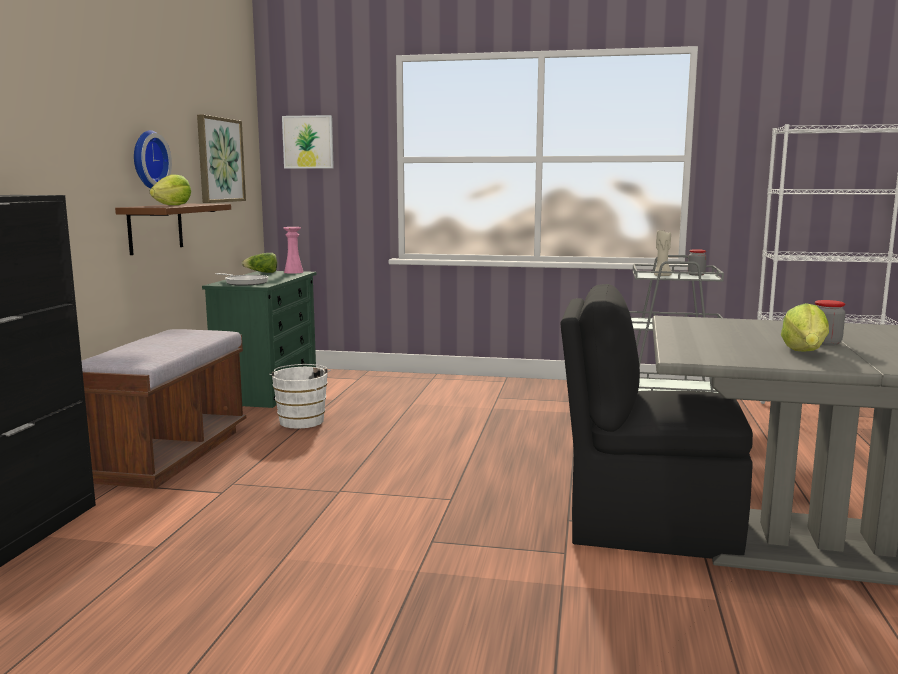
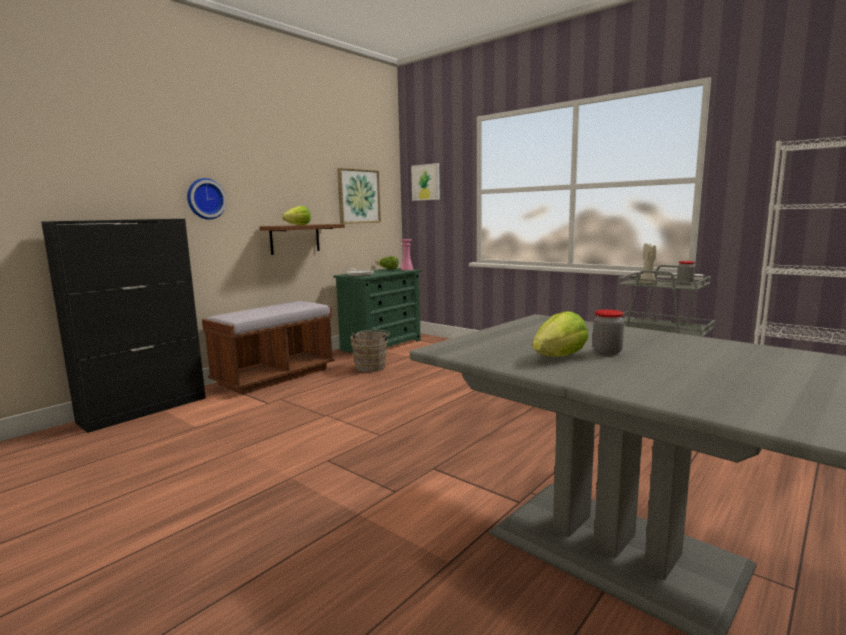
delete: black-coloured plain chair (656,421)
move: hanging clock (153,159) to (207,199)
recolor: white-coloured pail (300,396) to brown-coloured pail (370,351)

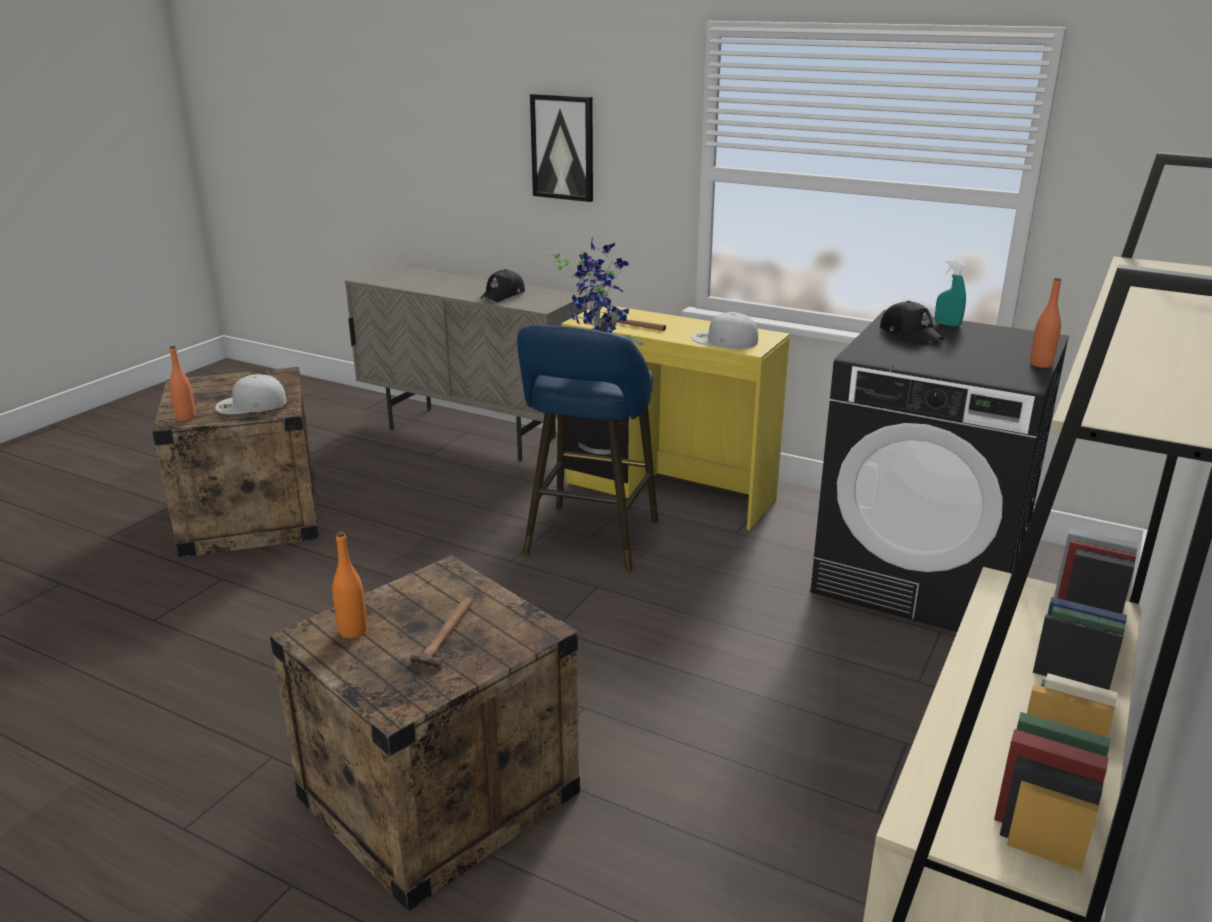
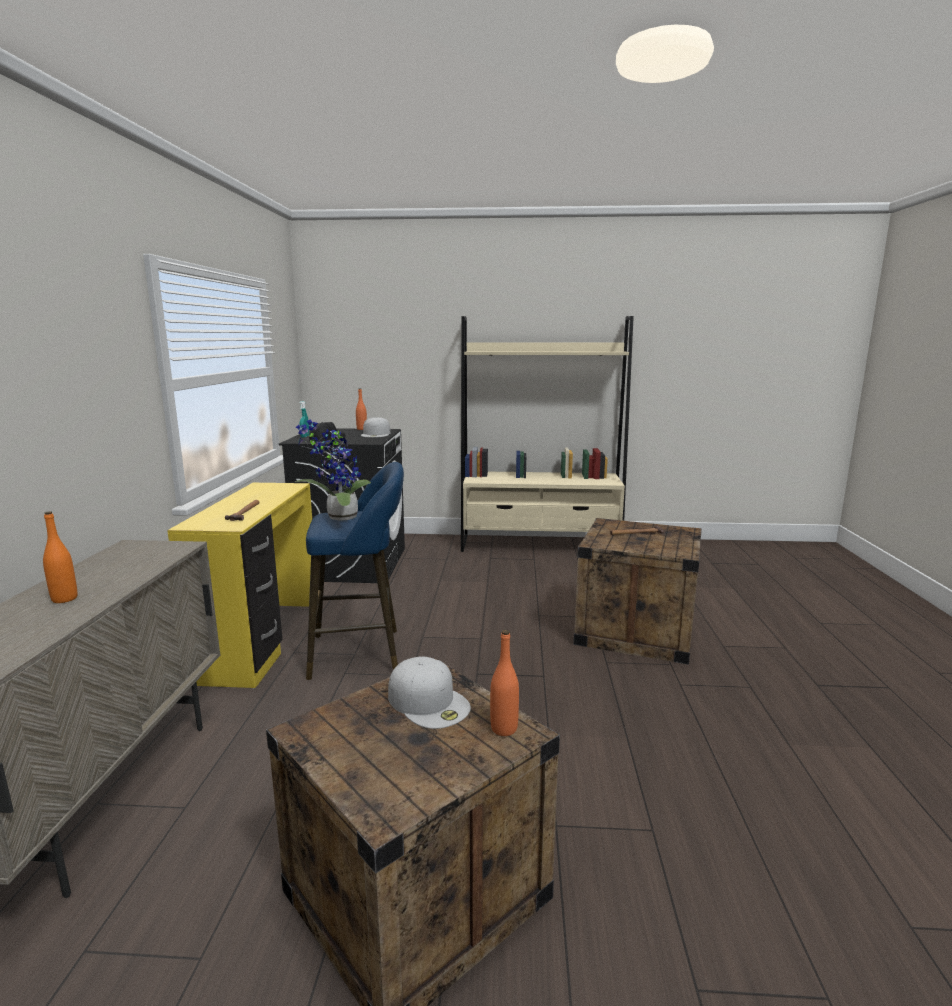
delete: black-coloured cap (502,285); picture (561,148)
move: orangey bottle (349,584) to (60,557); white-coloured cap (725,330) to (375,427)

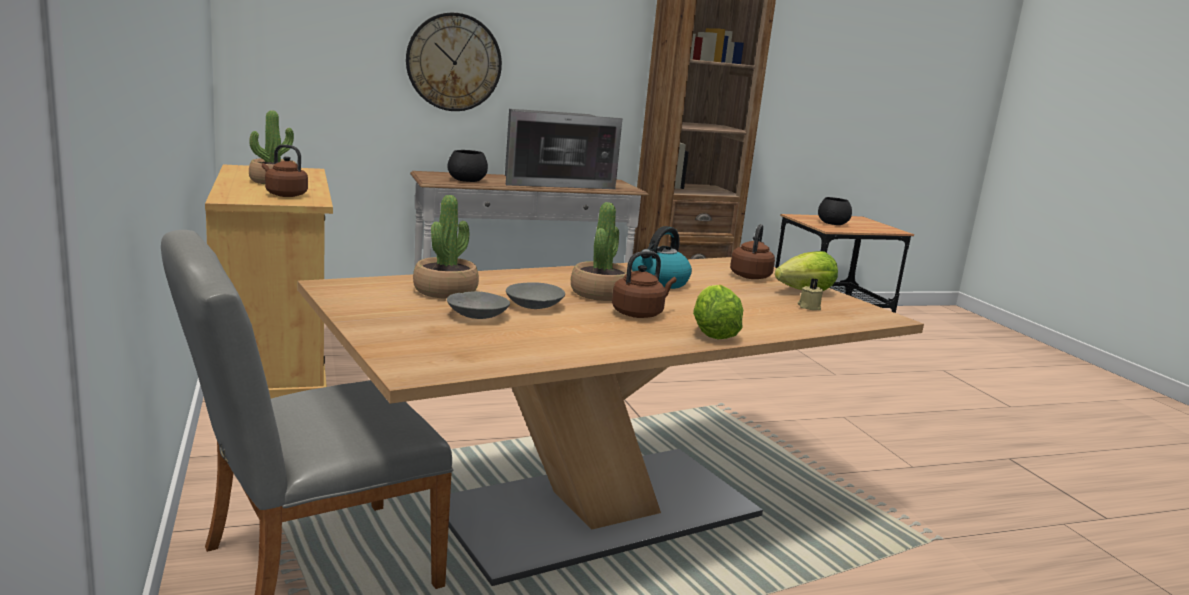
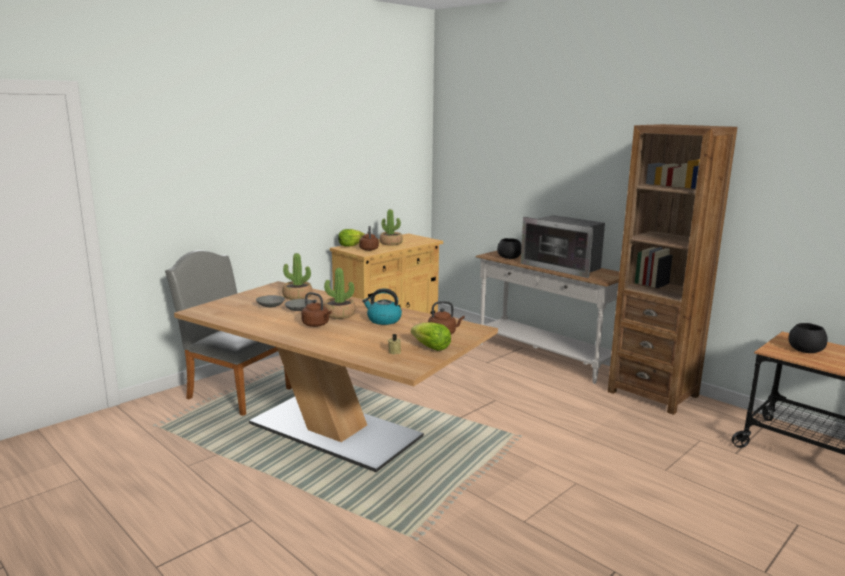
delete: hanging clock (454,62)
move: lettuce (718,312) to (351,238)

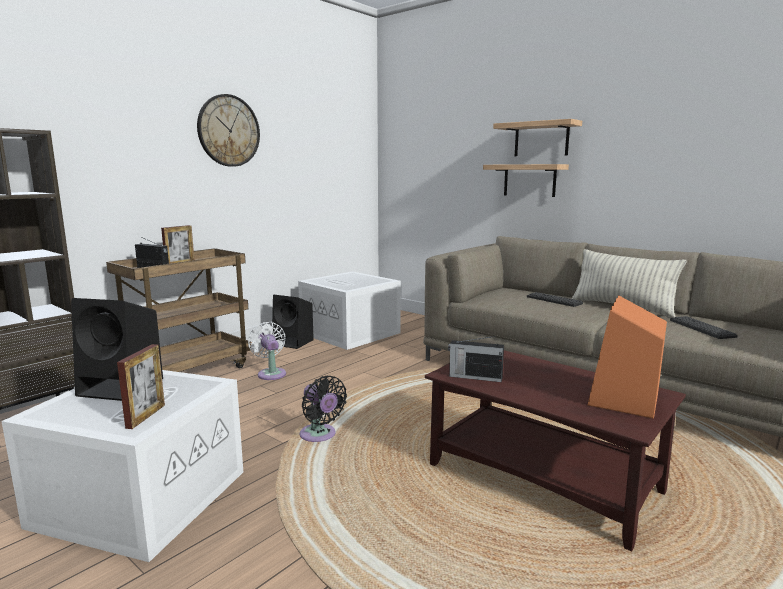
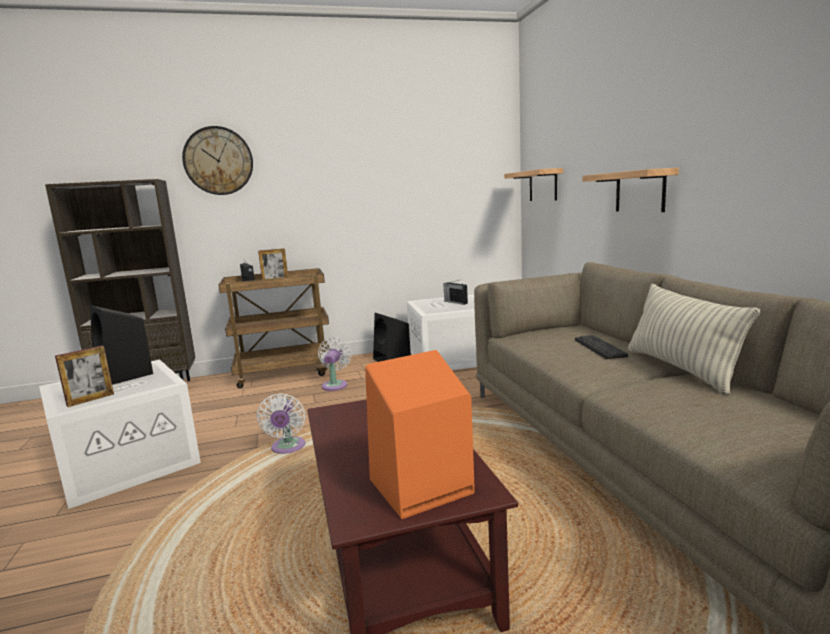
delete: computer keyboard (704,327)
move: hanging clock (228,130) to (217,160); radio set (476,359) to (455,292); bracket shelf (537,137) to (533,184)
recolor: black-coloured cooling fan (323,408) to white-coloured cooling fan (281,423)

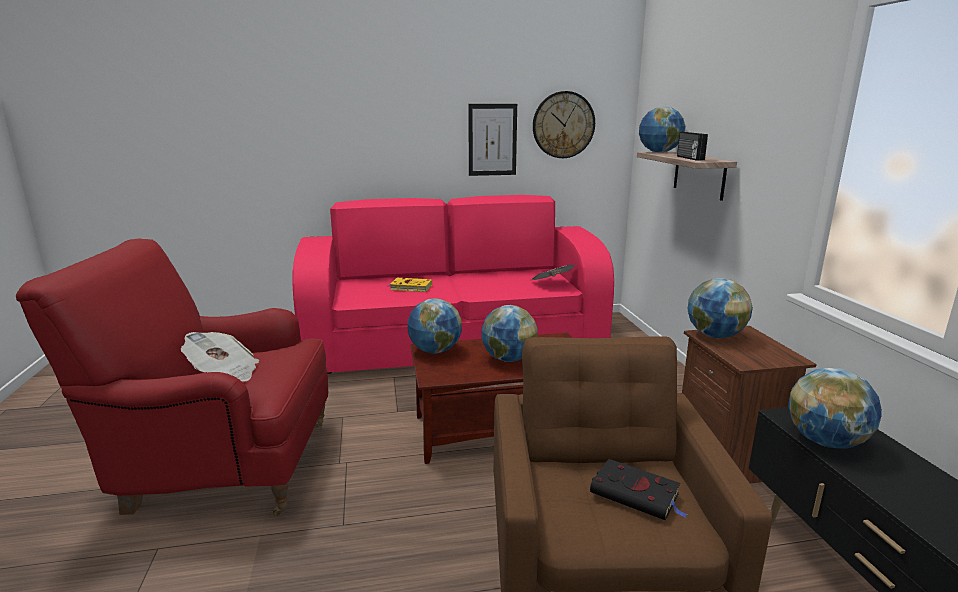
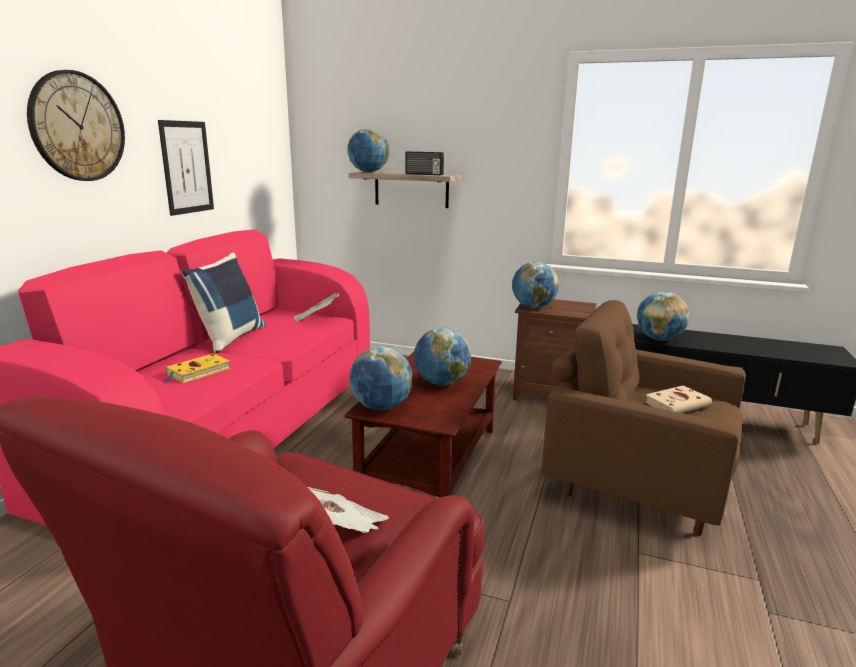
insert: blue cushion (223,303)
move: hanging clock (564,124) to (76,125)
recolor: black-coloured book (639,489) to sand-coloured book (678,399)

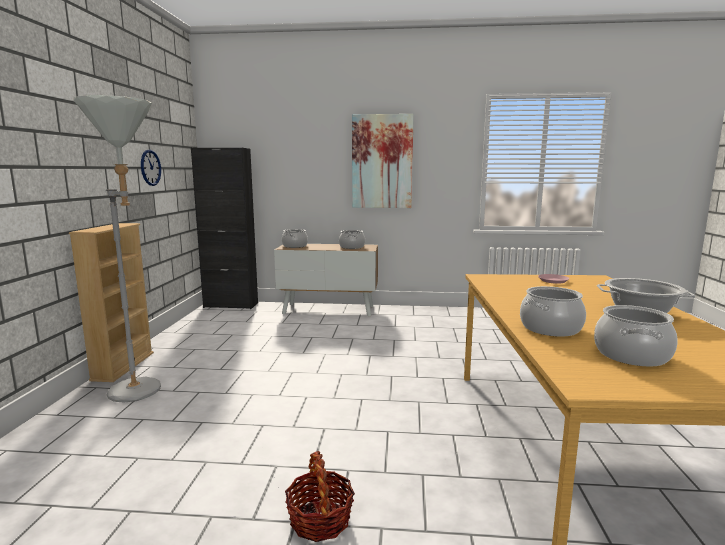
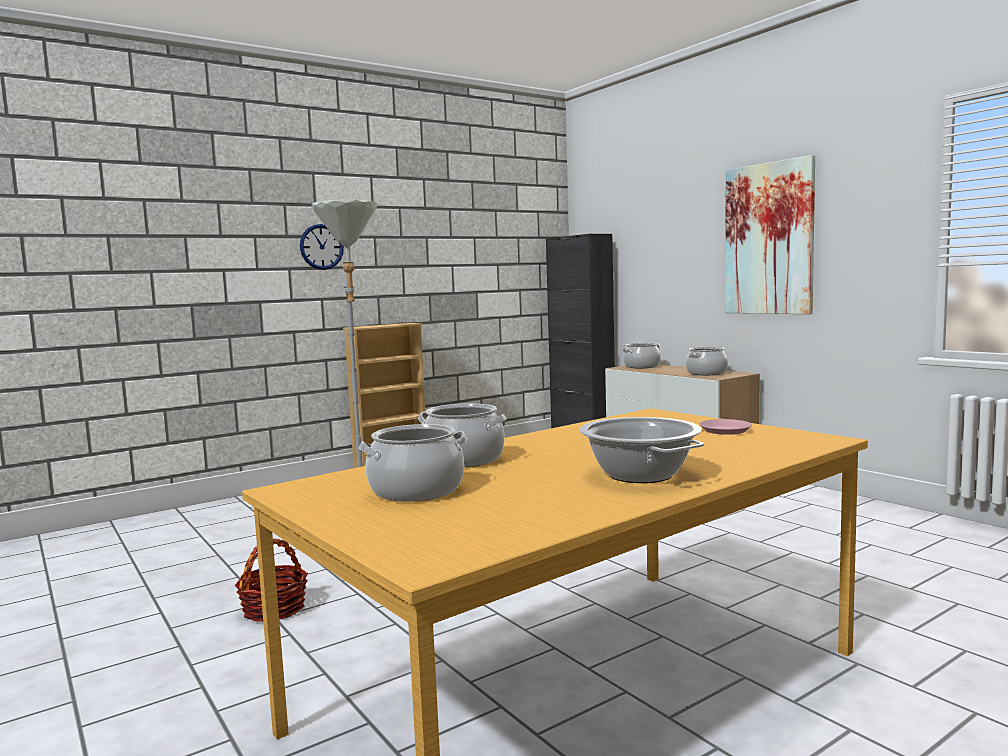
move: hanging clock (151,168) to (322,247)

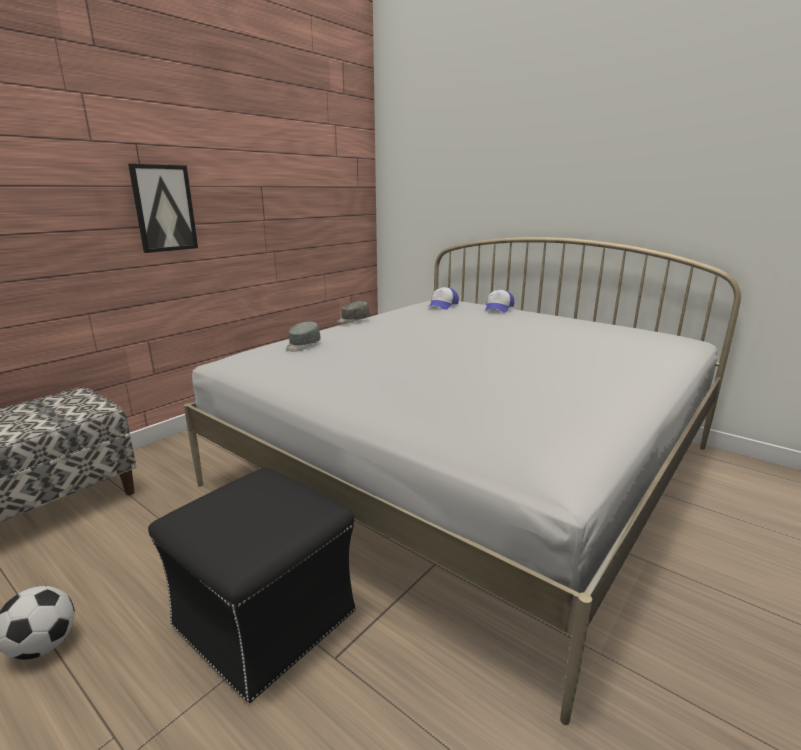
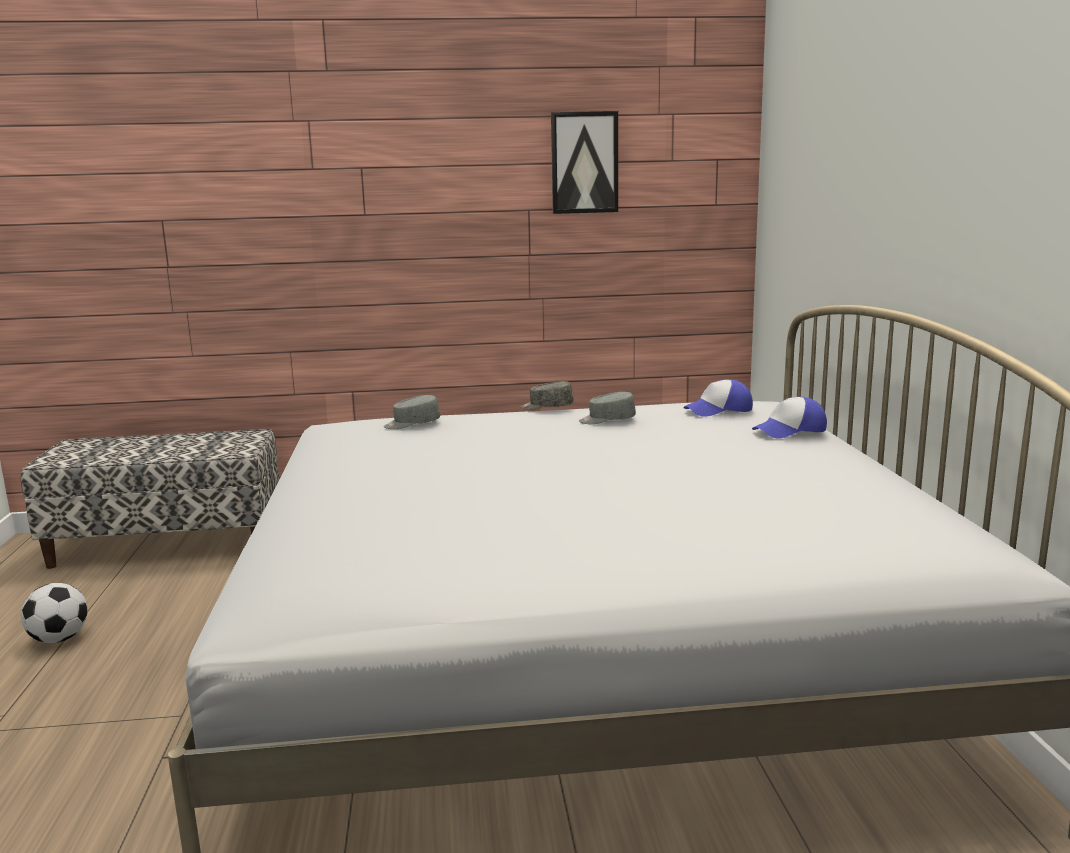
delete: black-coloured footrest (252,585)
insert: grey cap (607,408)
move: picture (163,208) to (584,162)

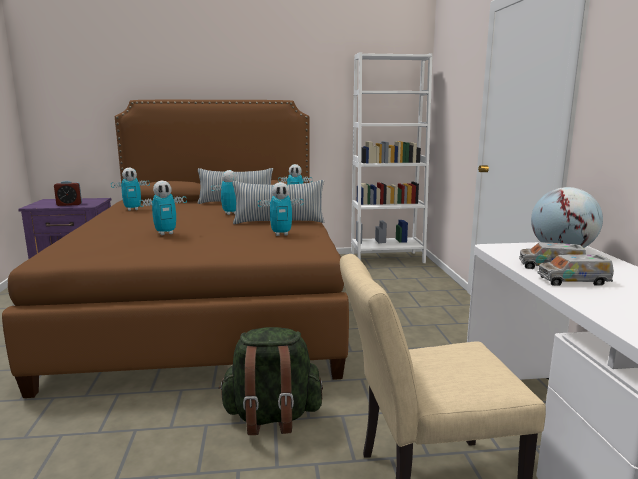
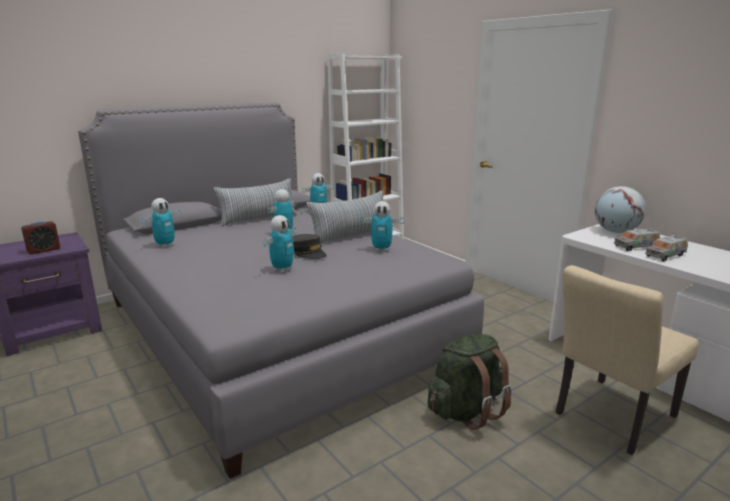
insert: grey cap (309,246)
recolor: brown-coloured sleeping bed (175,249) to grey sleeping bed (281,291)
rotate: robot figure (281,209) = (382,226) 45 degrees clockwise

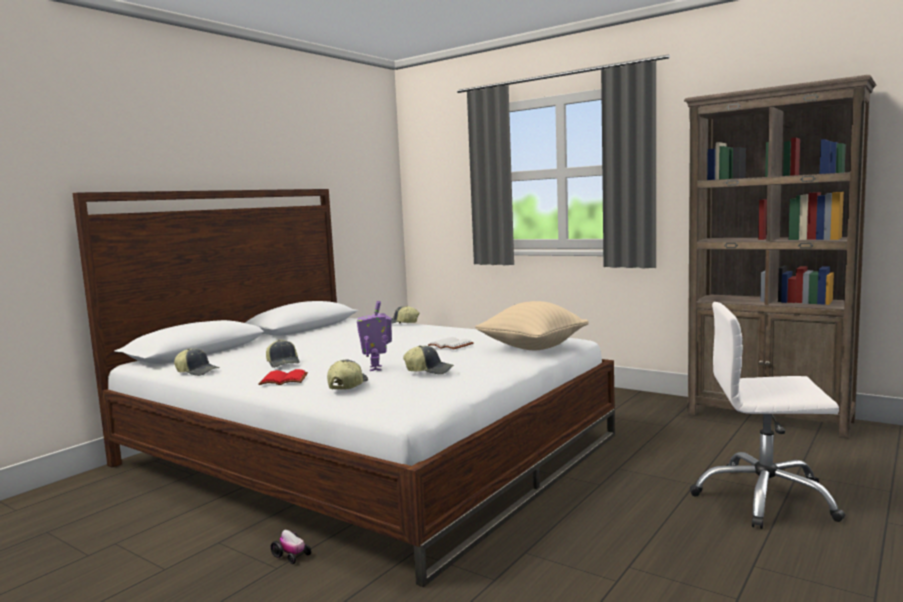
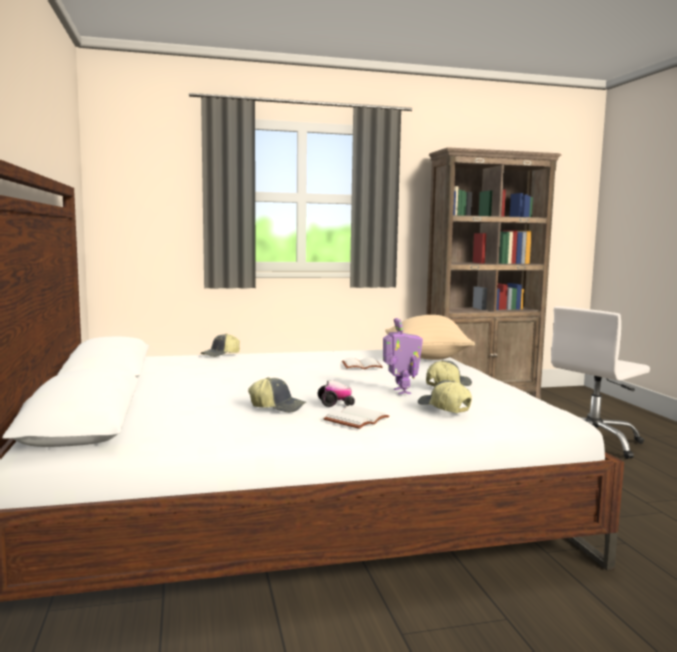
delete: cap (196,362)
move: model car (291,546) to (336,393)
recolor: reddish book (283,377) to white-coloured book (356,417)
rotate: robot figure (374,336) = (403,356) 135 degrees counterclockwise

